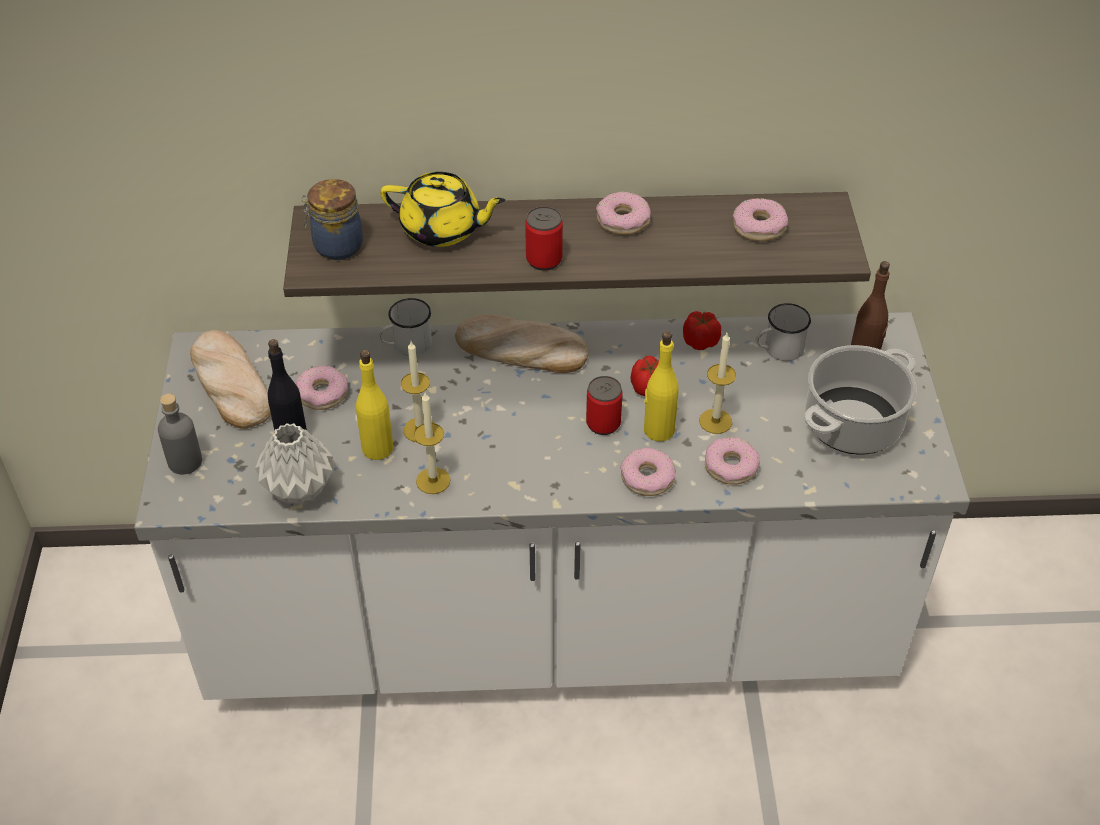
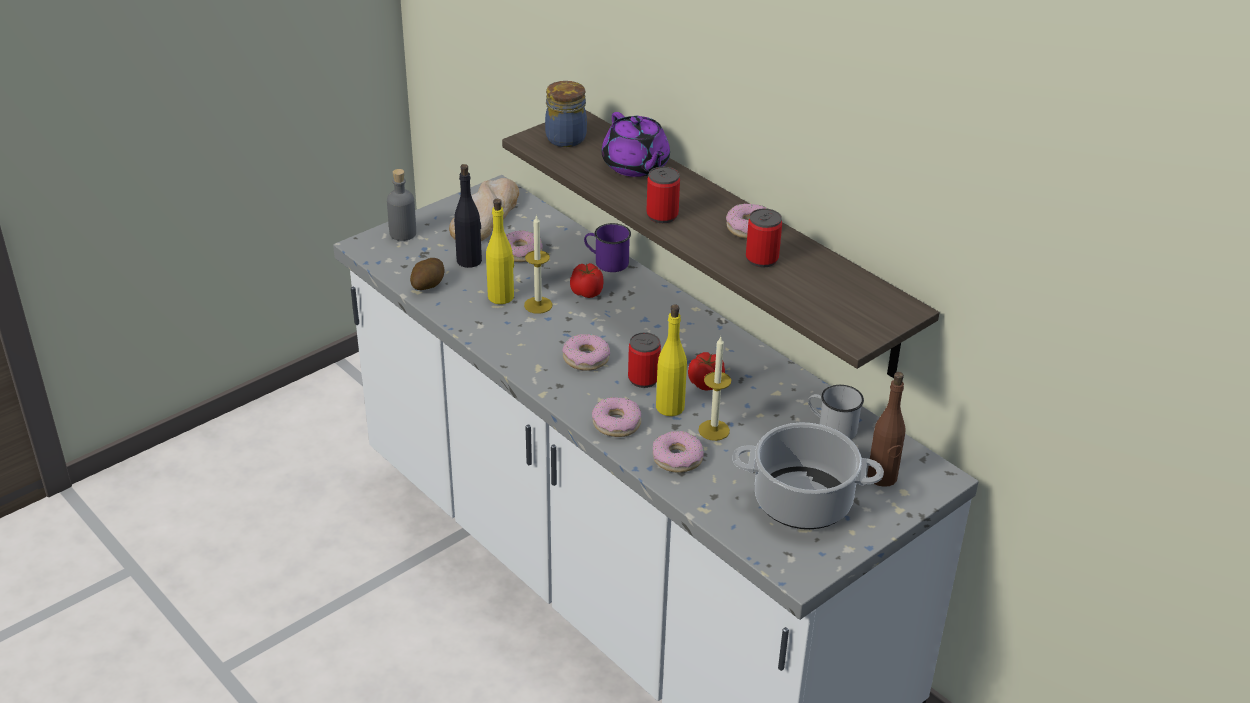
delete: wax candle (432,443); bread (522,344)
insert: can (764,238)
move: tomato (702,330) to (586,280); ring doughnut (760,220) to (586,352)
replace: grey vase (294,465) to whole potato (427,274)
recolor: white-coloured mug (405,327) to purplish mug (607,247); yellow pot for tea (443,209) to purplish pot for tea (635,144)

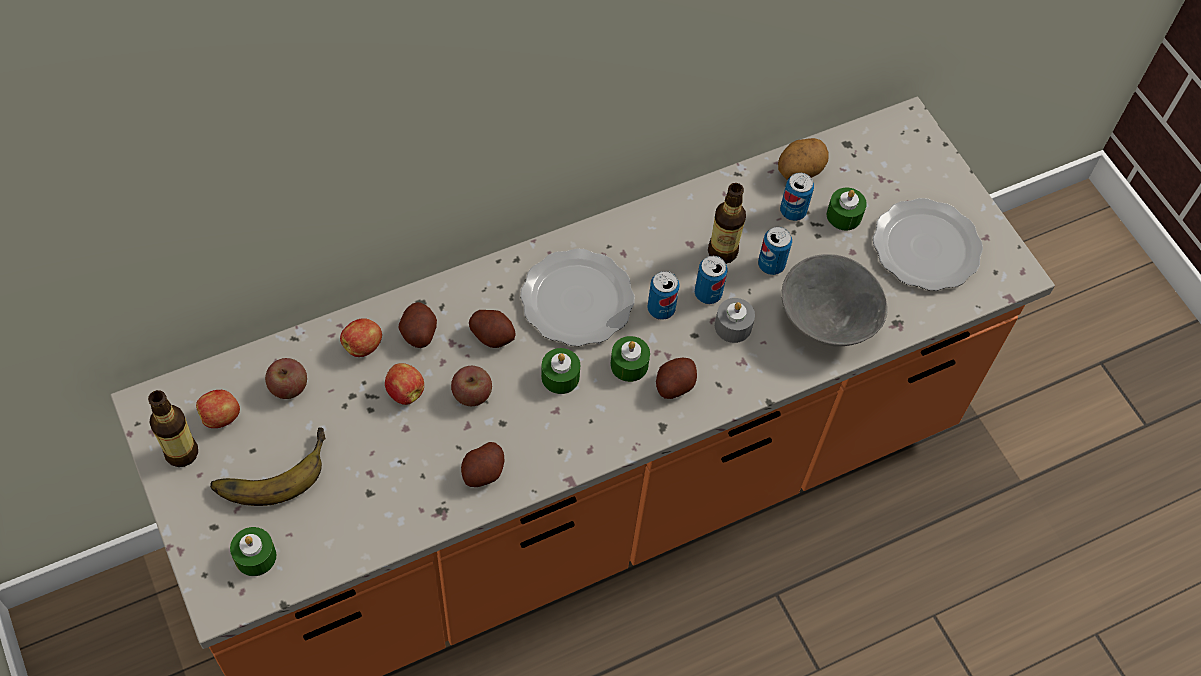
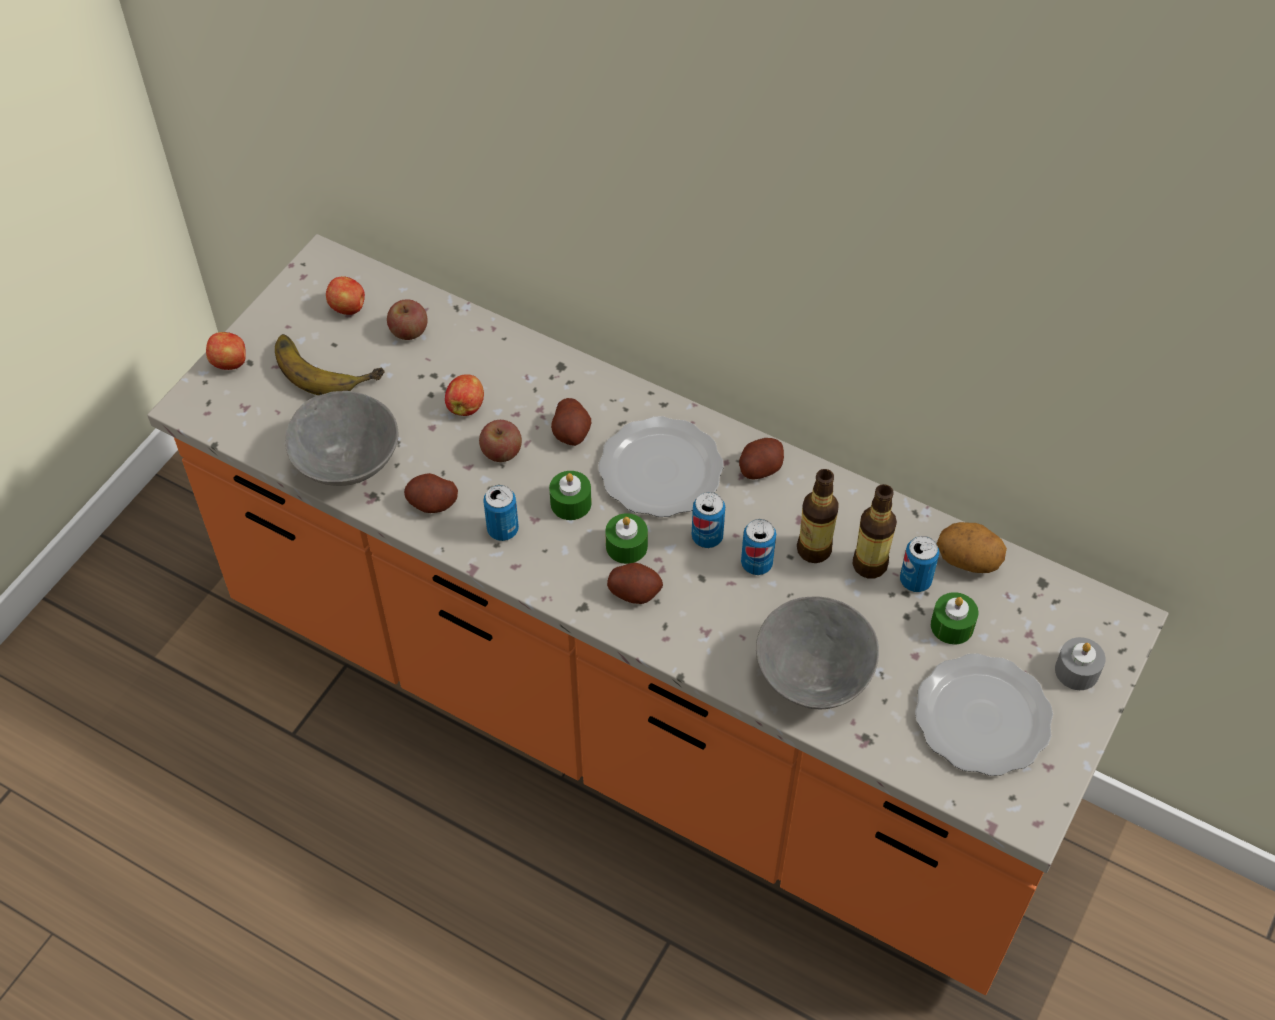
delete: green-coloured wax candle (253,551)
insert: grey bowl (341,438)
move: bottle (173,428) to (875,531); apple (361,337) to (226,351); whole potato (418,325) to (761,459); grey wax candle (735,320) to (1080,663); can (775,251) to (501,513)

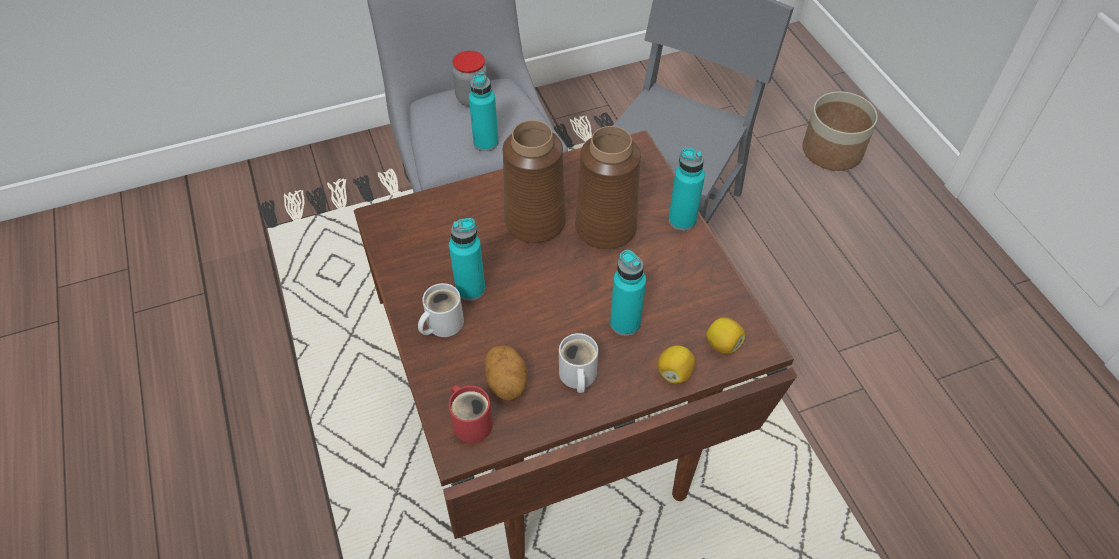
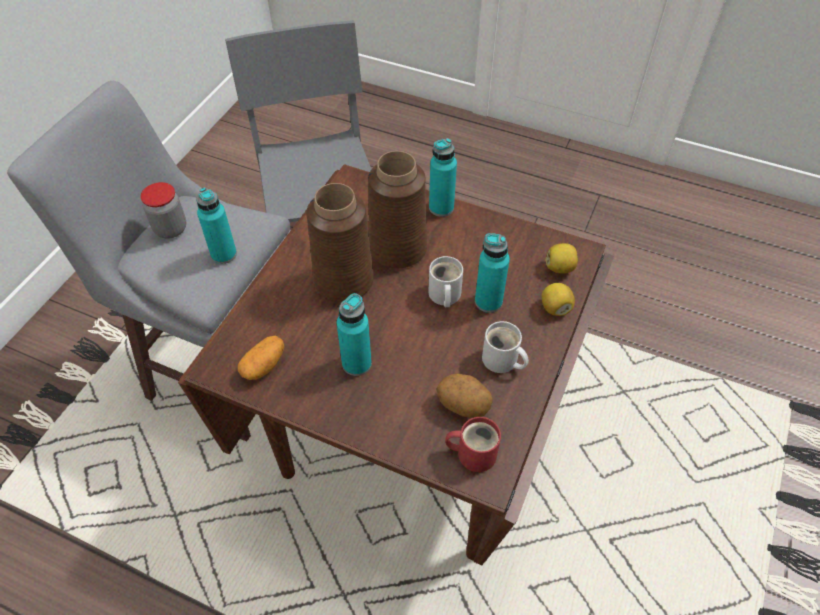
delete: flower pot (840,131)
insert: whole potato (261,357)
move: white-coloured mug (441,310) to (445,281)

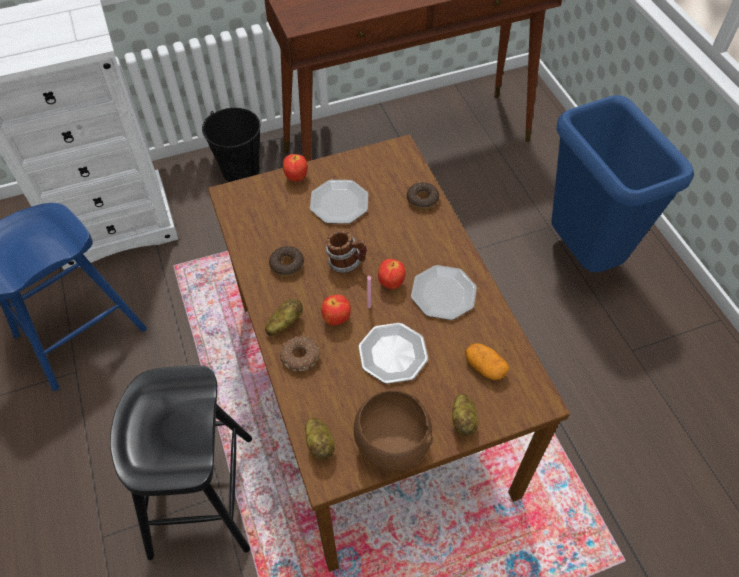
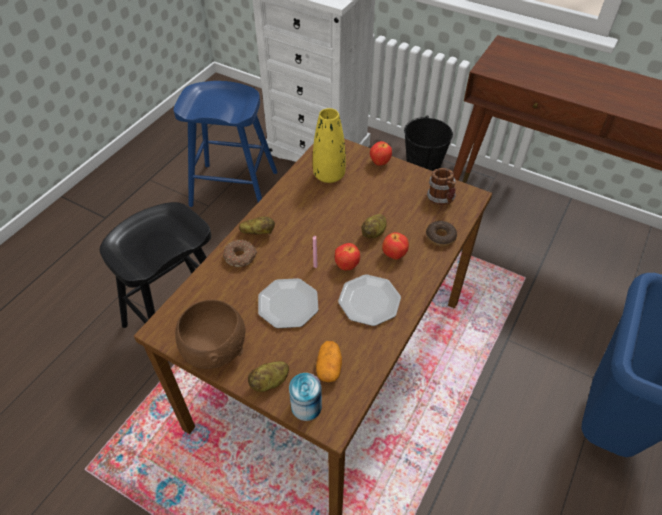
delete: ring doughnut (286,261); flat dish (339,202)
insert: can (305,397); yellow vase (329,145)
move: whole potato (320,439) to (374,226); apple (336,310) to (395,246); mug (346,252) to (441,186)

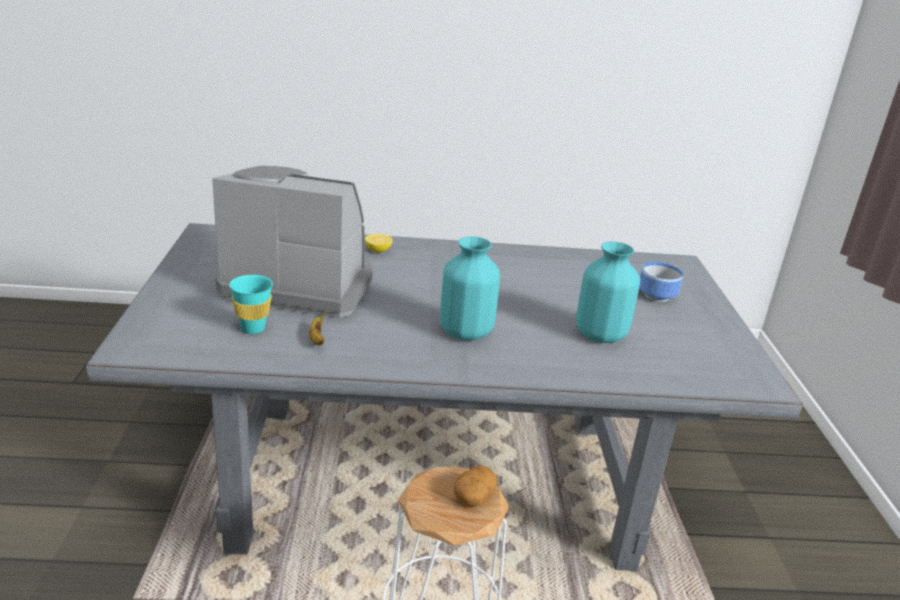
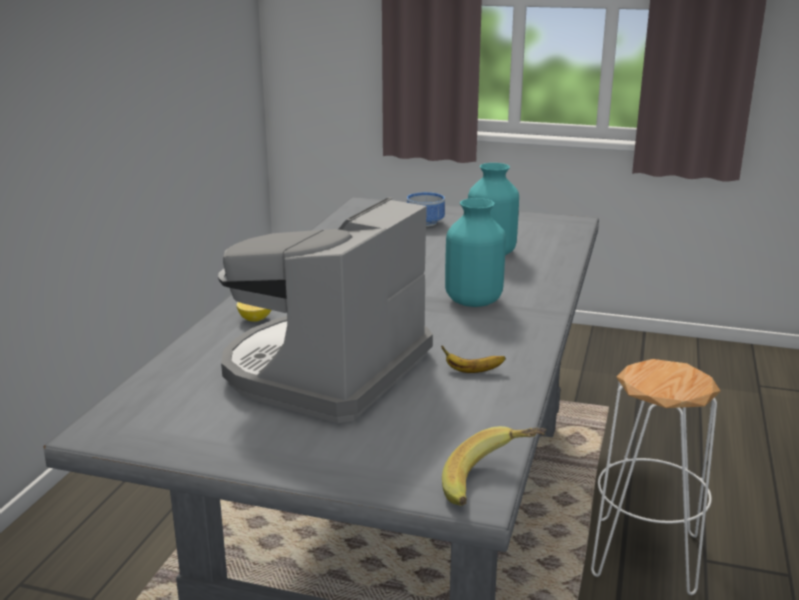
delete: blue-green cup (251,304); whole potato (476,486)
insert: whole banana (494,466)

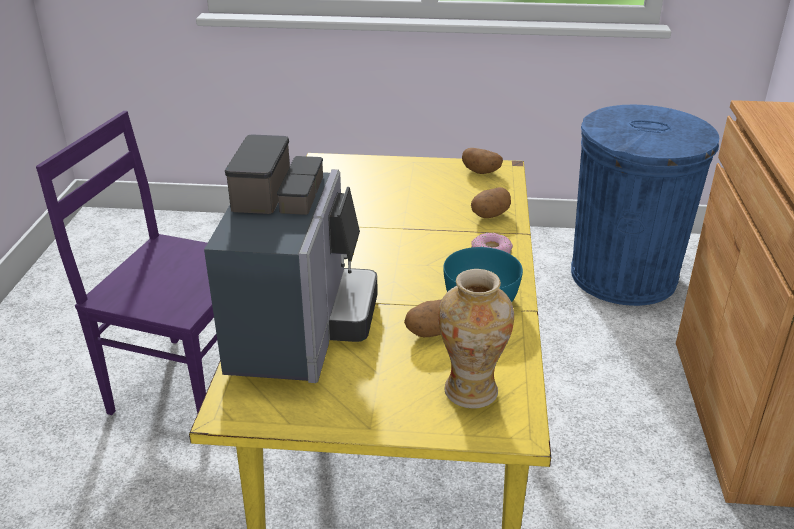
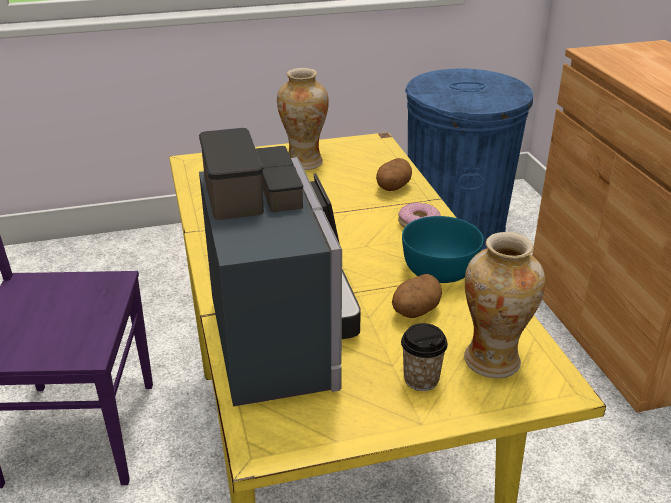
delete: whole potato (482,161)
insert: vase (303,119); cup (424,357)

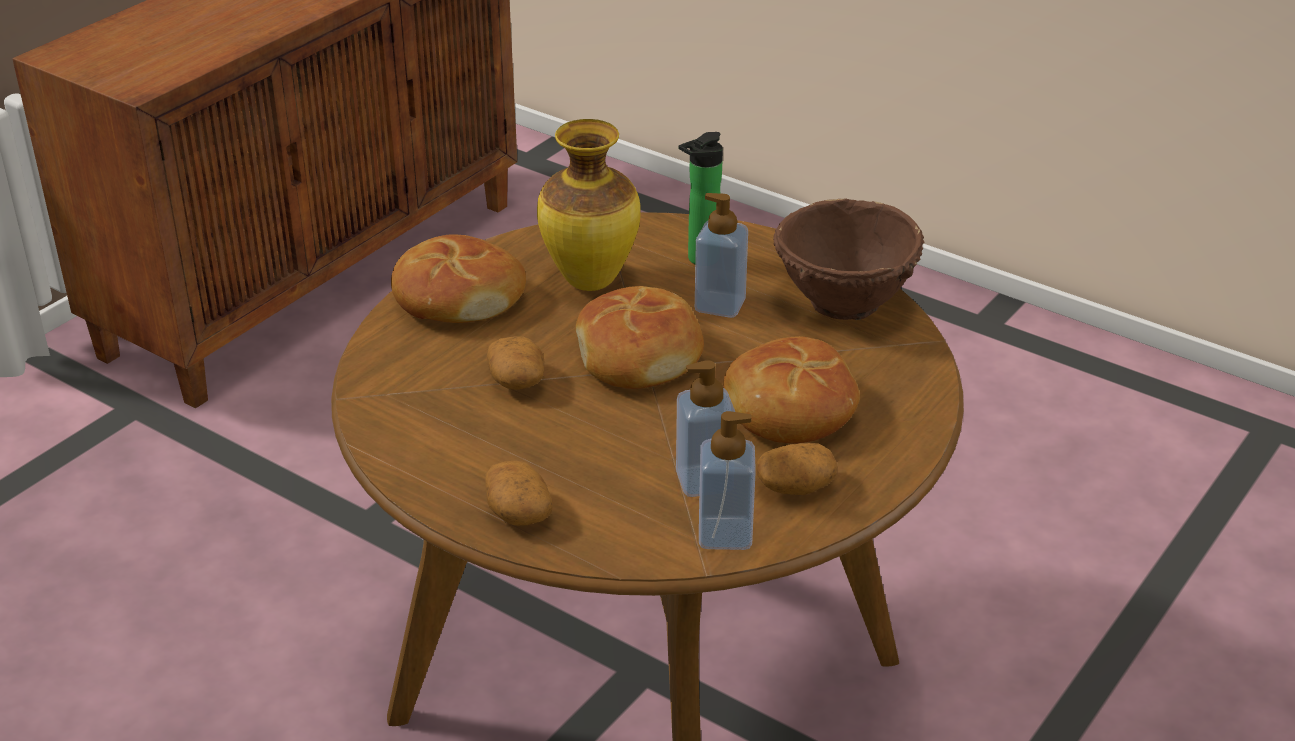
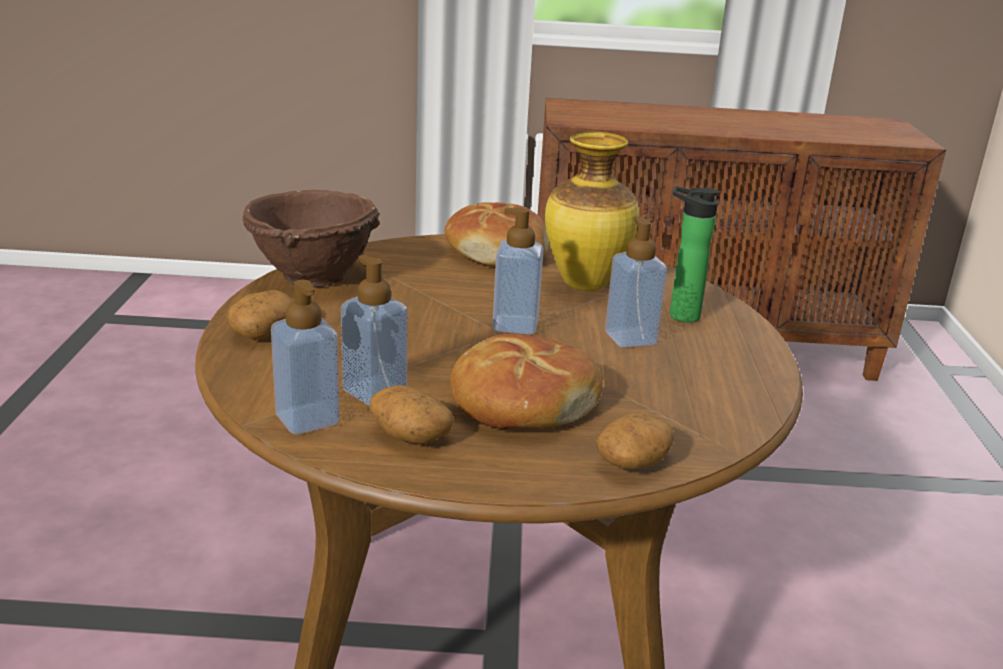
move: whole potato (516,363) to (635,440); brown-coloured bowl (848,259) to (311,239)
replace: bread (640,337) to soap dispenser (518,271)

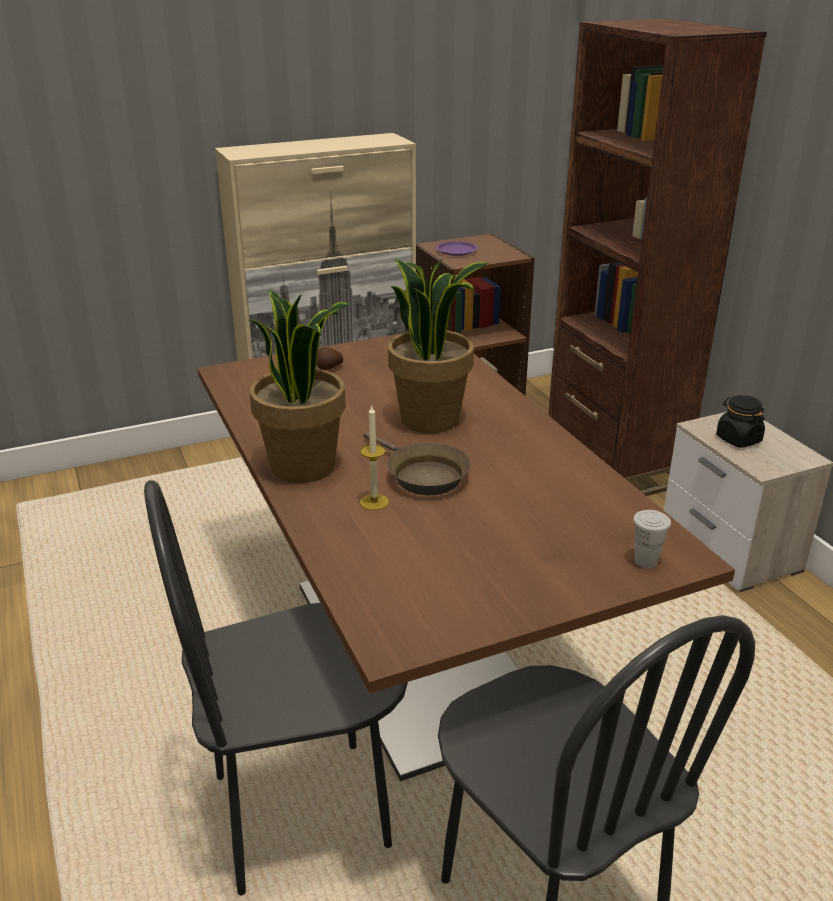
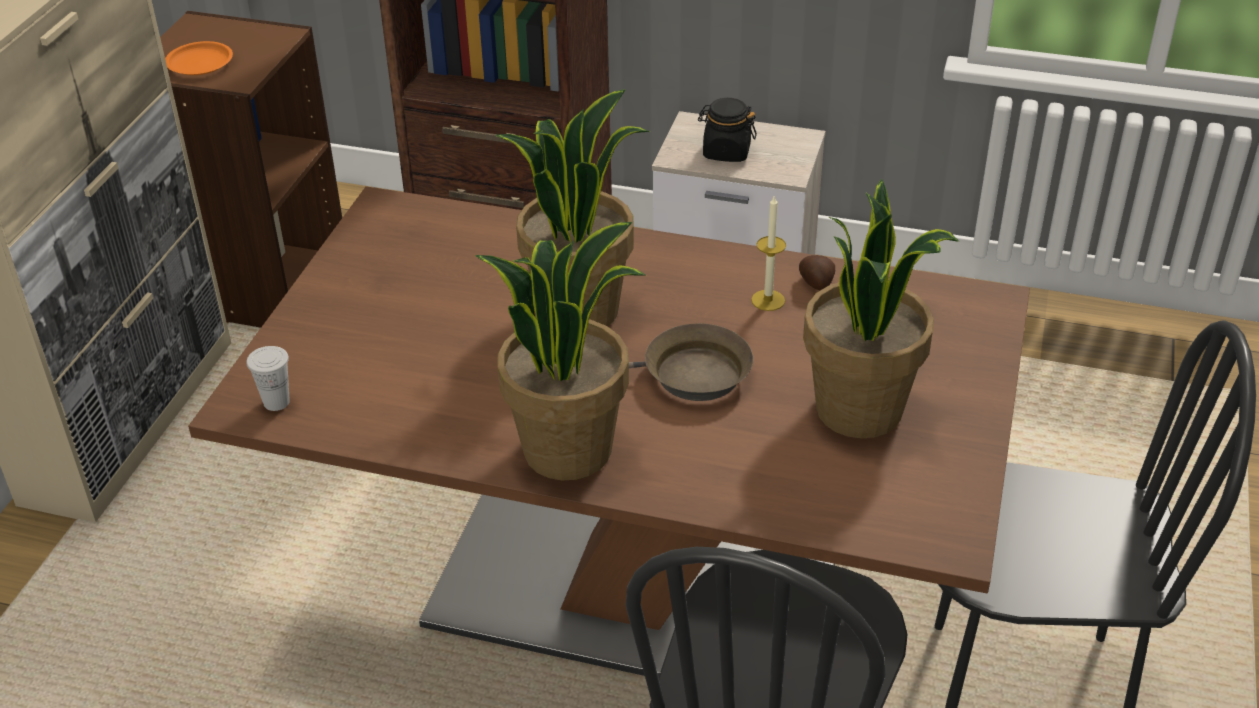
insert: plant in a pot (881,308)
move: whole potato (330,358) to (817,272); wax candle (374,458) to (768,253); white-coloured cup (652,539) to (268,378)
recolor: purplish flat dish (457,248) to orangey flat dish (199,58)

